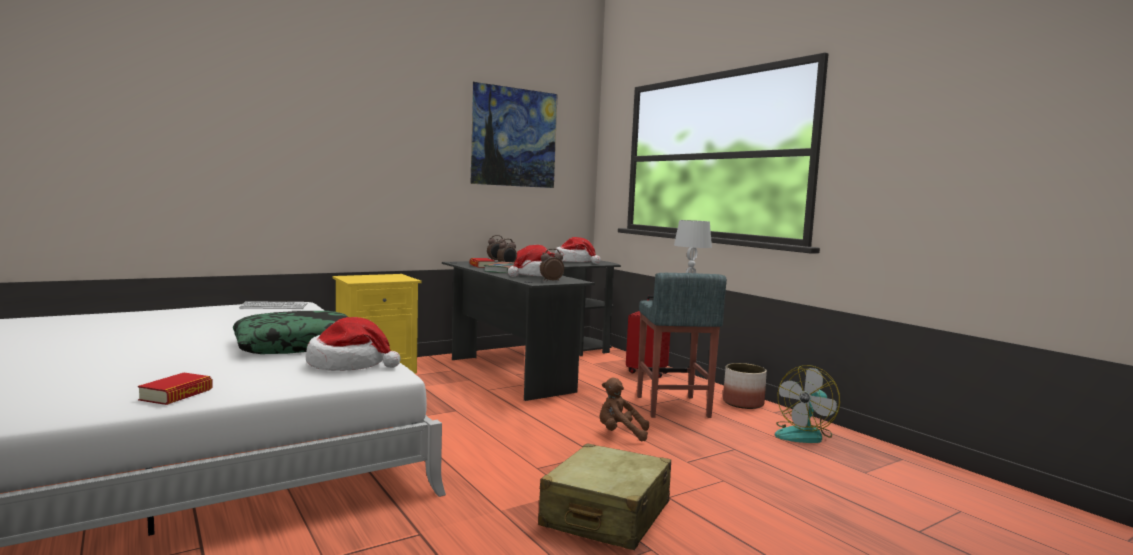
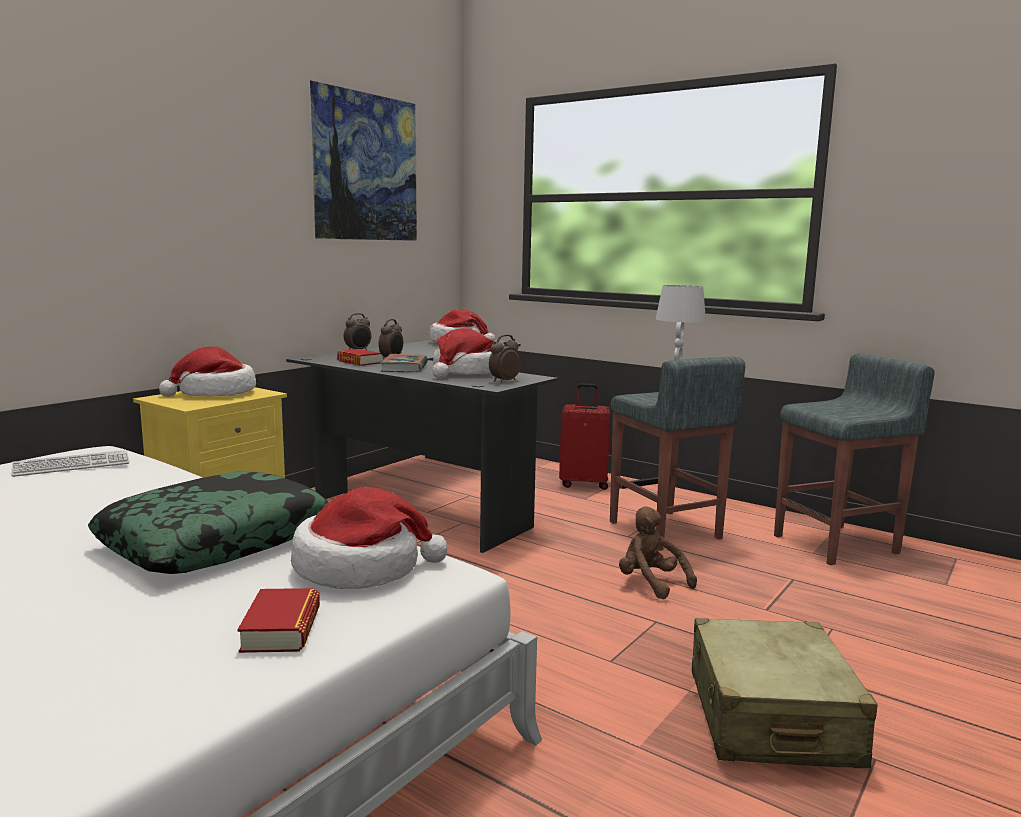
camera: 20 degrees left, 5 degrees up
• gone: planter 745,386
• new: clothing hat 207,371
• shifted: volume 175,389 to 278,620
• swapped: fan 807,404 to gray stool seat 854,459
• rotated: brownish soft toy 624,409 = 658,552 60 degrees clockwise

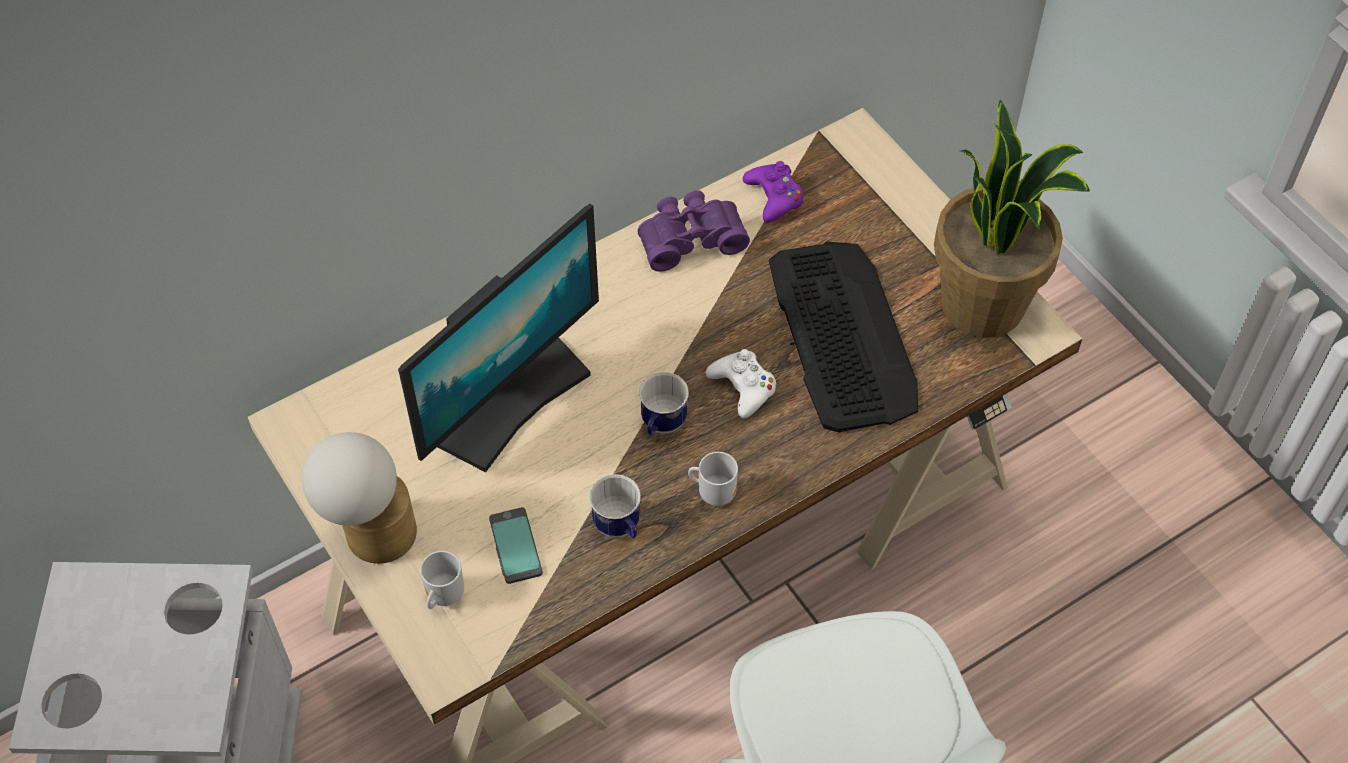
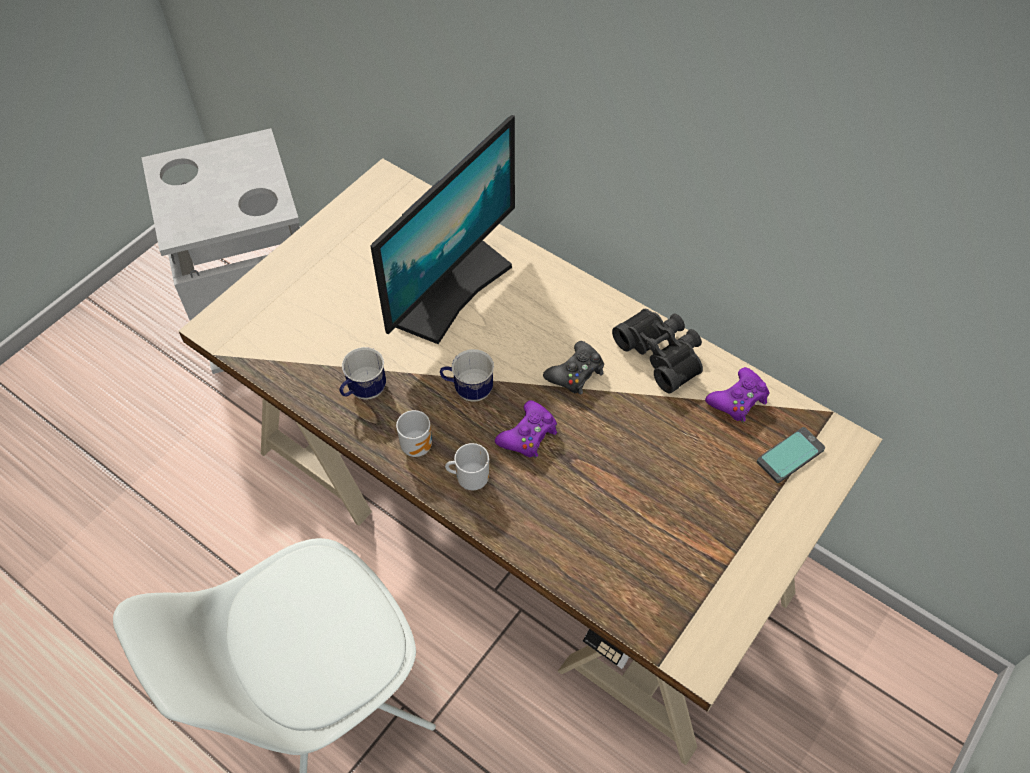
camera: 70 degrees right, 0 degrees up
• gone: tabletop lamp 359,498
• gone: PC keyboard 843,337
• gone: houseplant 1012,218
• new: blackish game controller 573,368
• shifted: coffee mug 442,580 to 467,466
• shifted: handset 516,545 to 791,455
• repainted: purplish pair of binoculars 693,231 to blackish pair of binoculars 657,351
• repainted: whitish game controller 741,383 to purplish game controller 526,429
• rotated: computer display 498,338 = 442,229 75 degrees counterclockwise

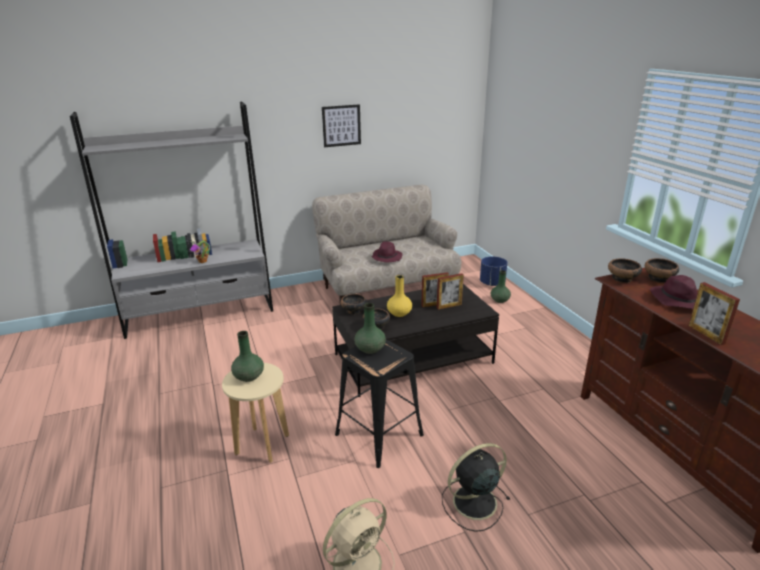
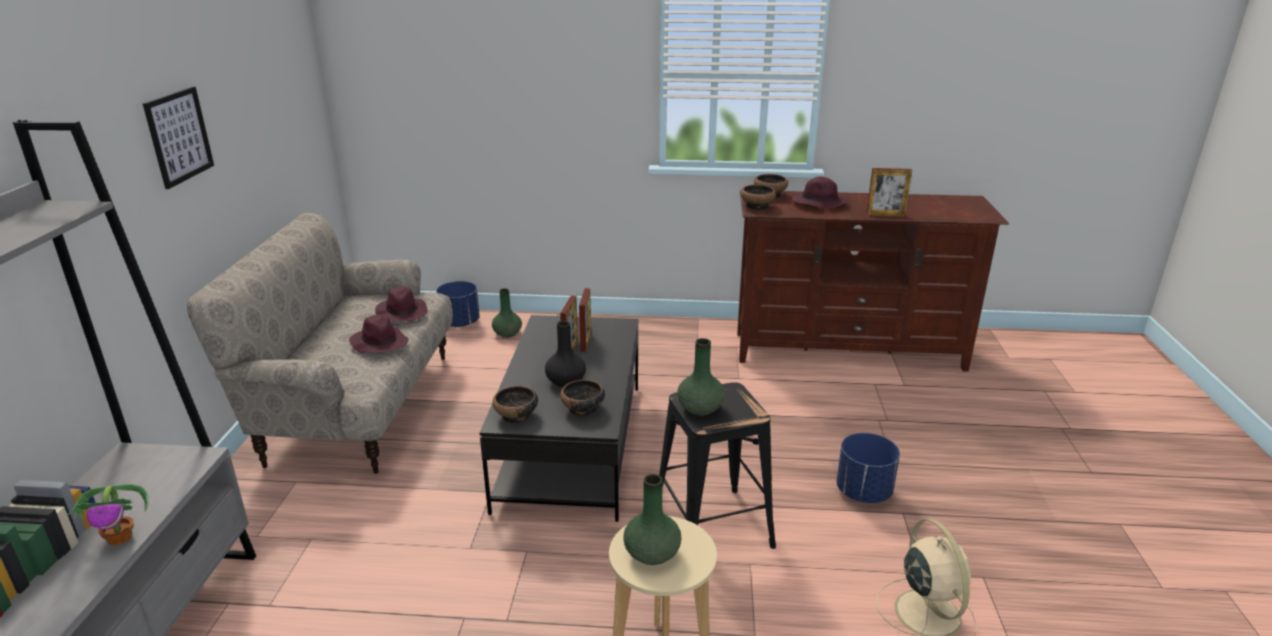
camera: 65 degrees left, 0 degrees up
• new: purplish clothing hat 401,304
• swapped: blackish fan 476,487 to blue planter 868,468
• repainted: yellowish flower vase 399,296 to blackish flower vase 565,354

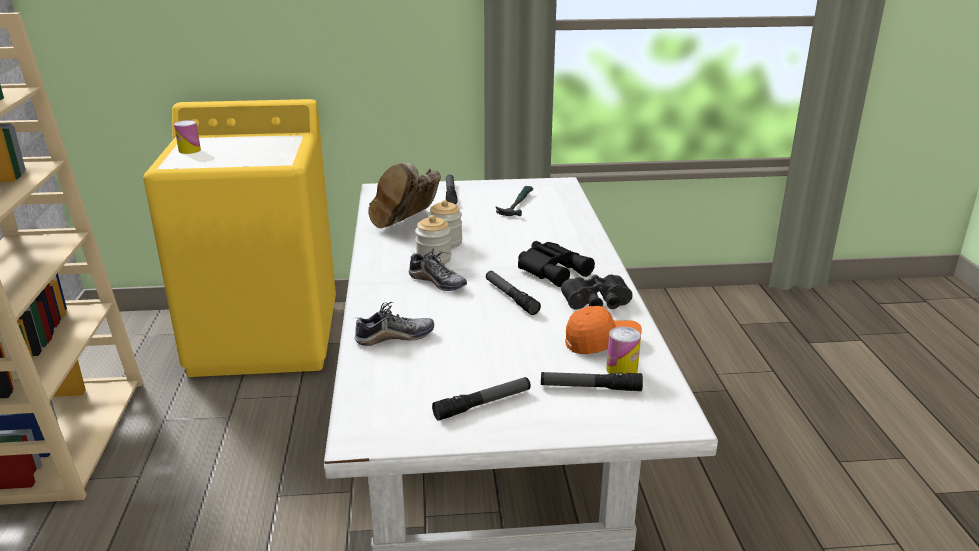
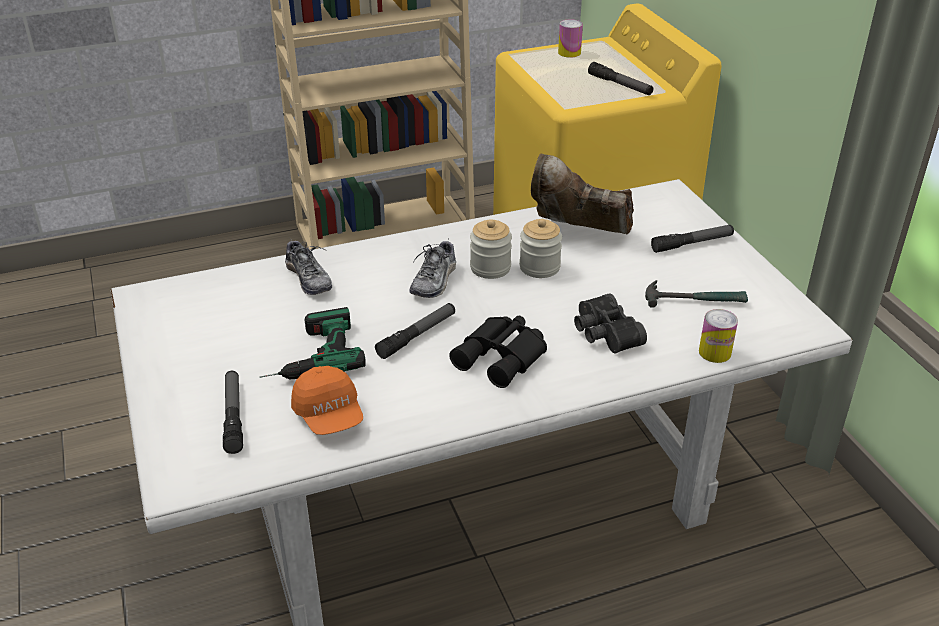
camera: 75 degrees right, 10 degrees up
• new: drill 313,343
• shifted: hand torch 481,399 to 620,78
• shifted: blackish pair of binoculars 597,292 to 610,323
• shifted: can 623,350 to 718,336

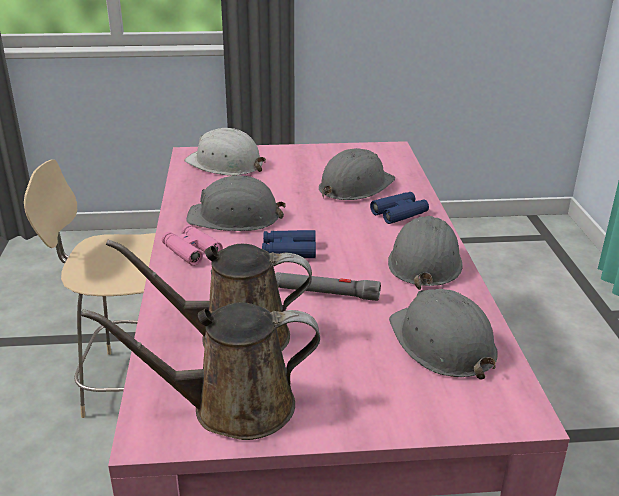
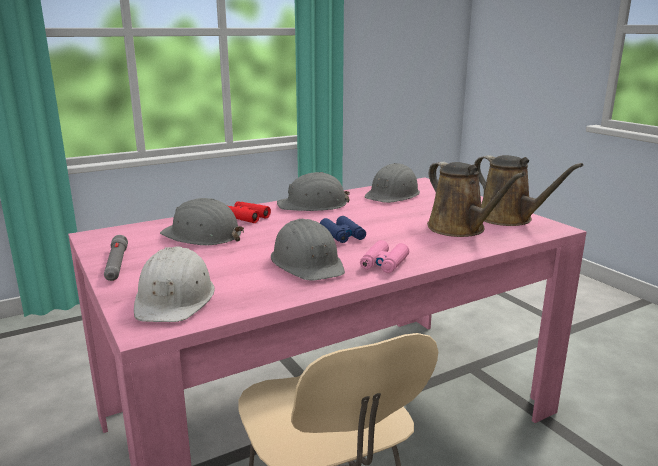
camera: 115 degrees left, 10 degrees down
• shifted: gray hand torch 328,286 to 116,258
• repainted: blue pair of binoculars 399,208 to red pair of binoculars 249,212

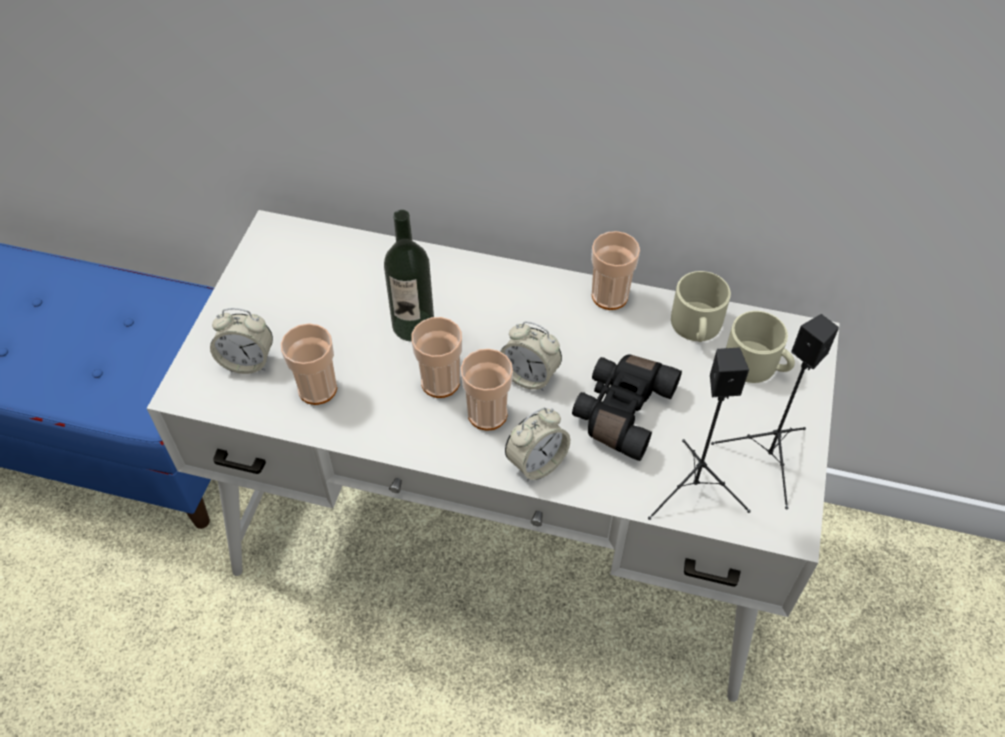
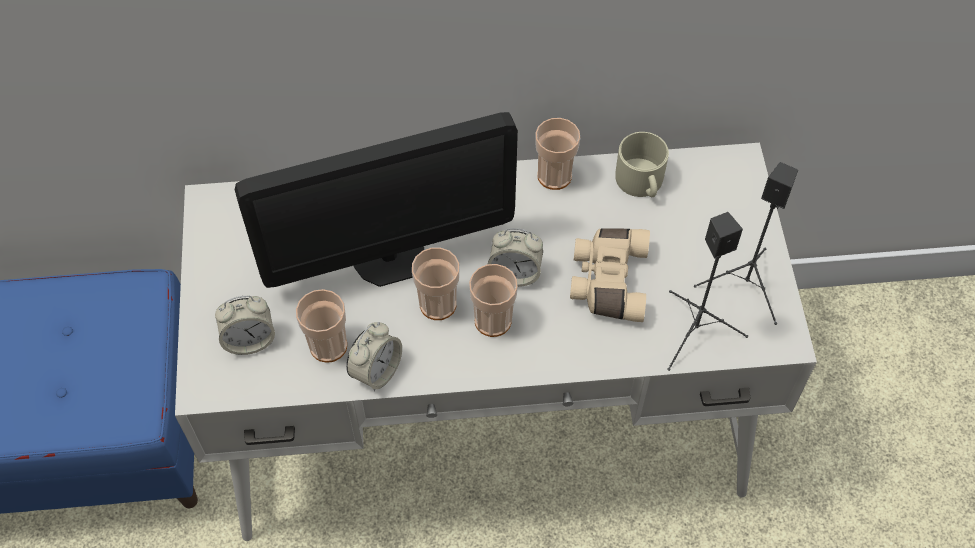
camera: 20 degrees left, 5 degrees up
• gone: beige coffee mug 760,347
• shifted: alarm clock 537,445 to 374,356
• swapped: bottle 409,275 to computer display 376,200
• repainted: blackish pair of binoculars 627,408 to beige pair of binoculars 610,275

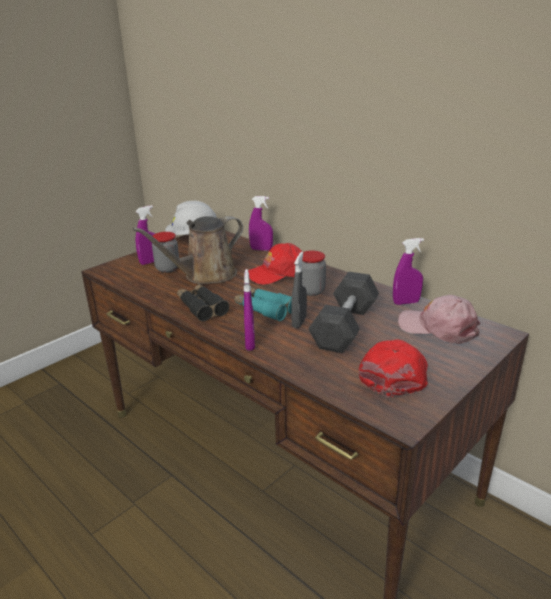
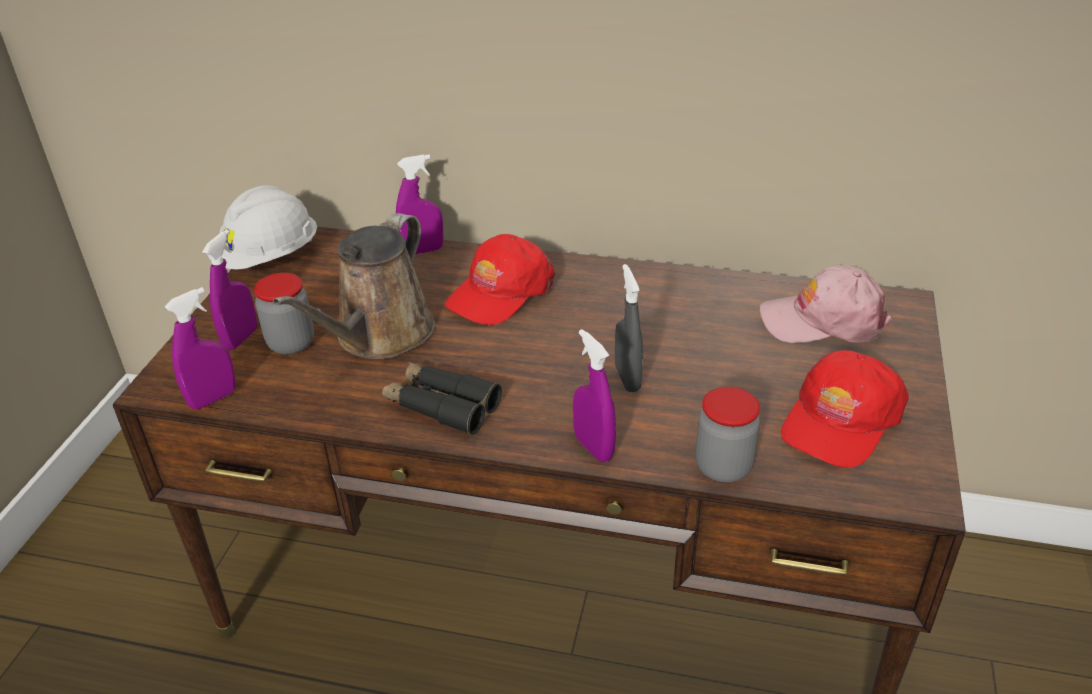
camera: 30 degrees left, 10 degrees up
• gone: blue-green pair of binoculars 263,304
• gone: gray hand weight 343,312
• shifted: storage jar 314,273 to 727,434
• shifted: purplish spray bottle 408,271 to 200,348
• rotated: red baseball cap 393,368 = 845,409 135 degrees counterclockwise

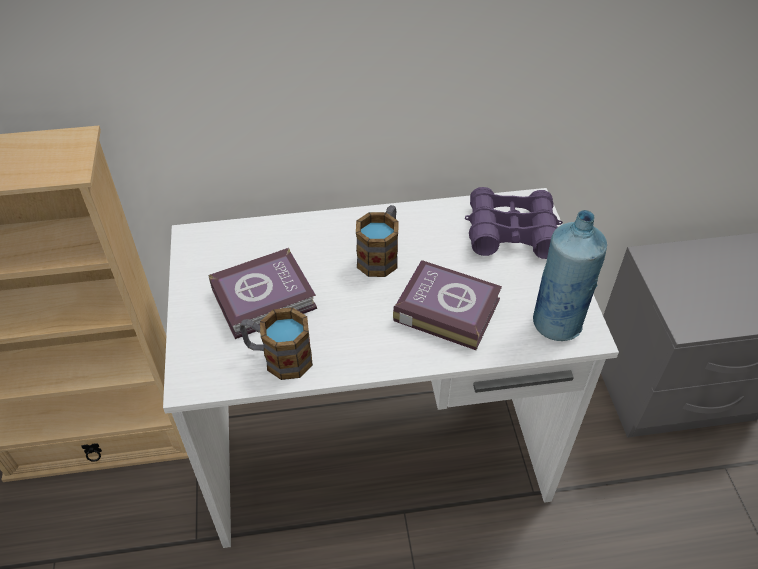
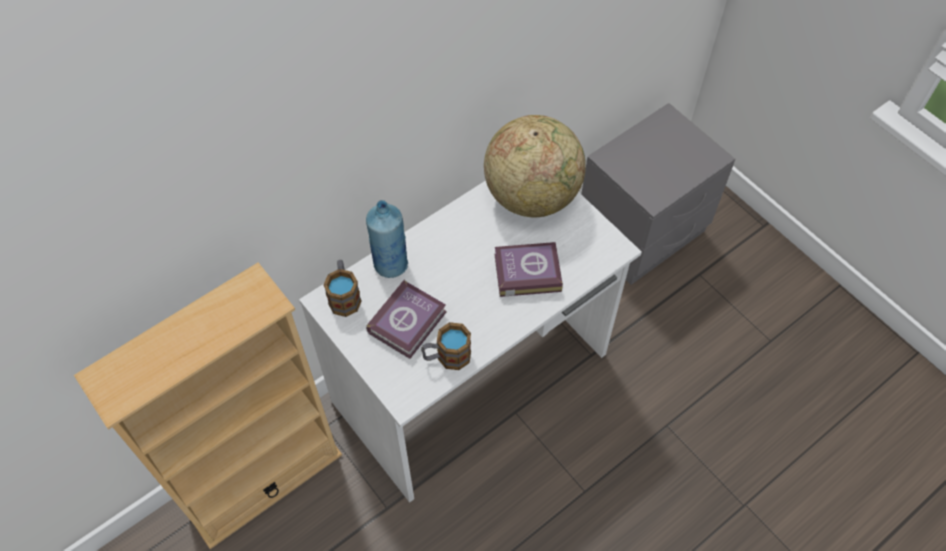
camera: 30 degrees left, 10 degrees up
• shifted: coffee mug 377,241 to 342,288
• shifted: blue bottle 570,275 to 387,239
• swapped: purplish pair of binoculars 514,223 to desk globe 535,166

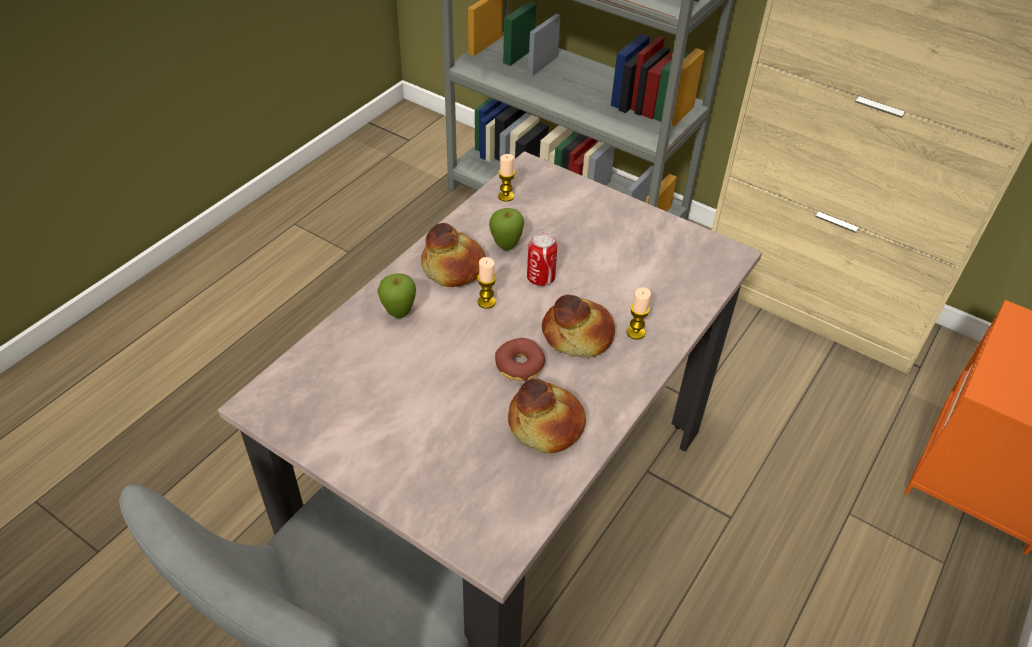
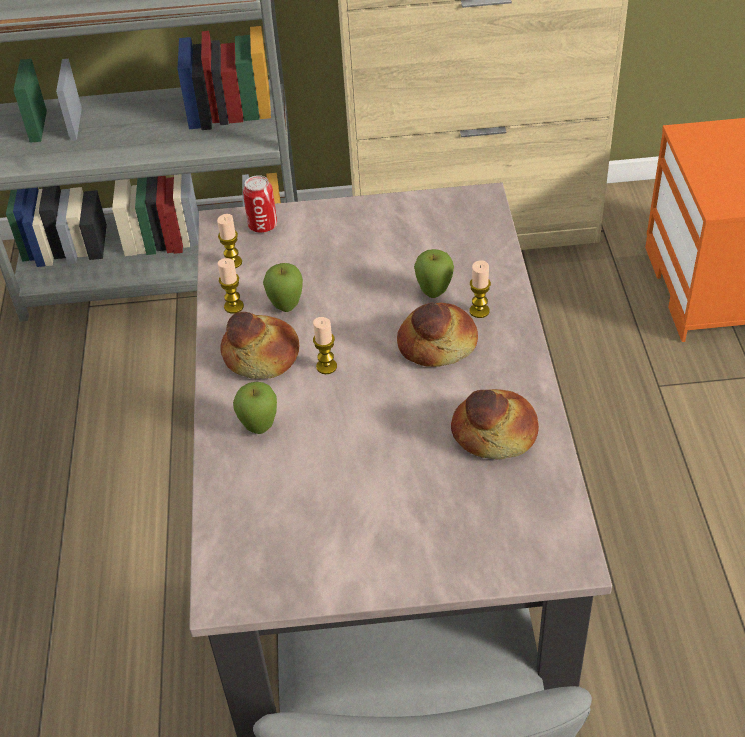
camera: 35 degrees left, 0 degrees up
• gone: donut 520,359
• new: wax candle 231,285
• new: apple fruit 434,273
• shifted: can 542,259 to 260,204

